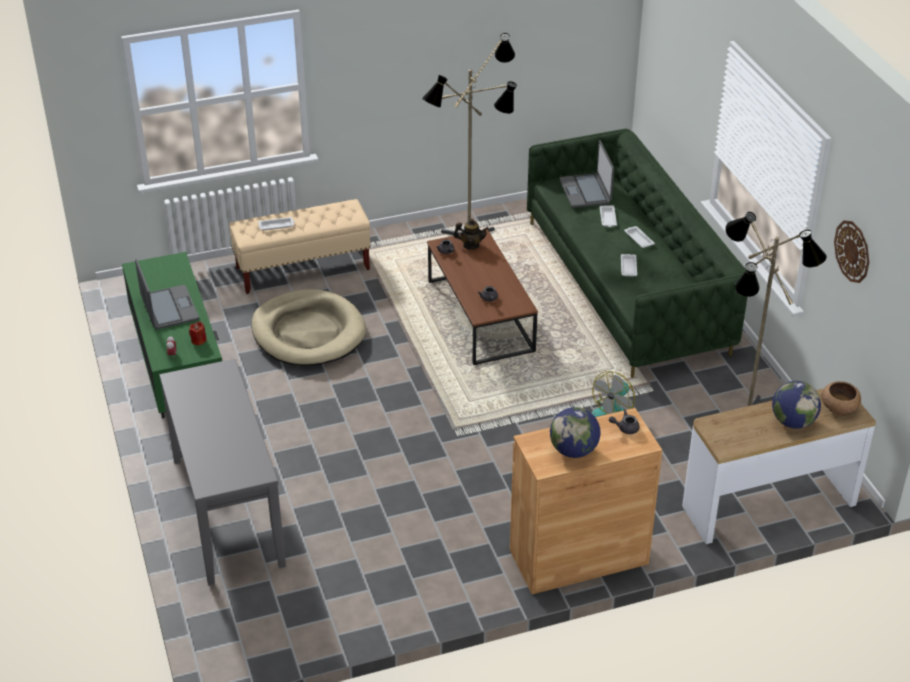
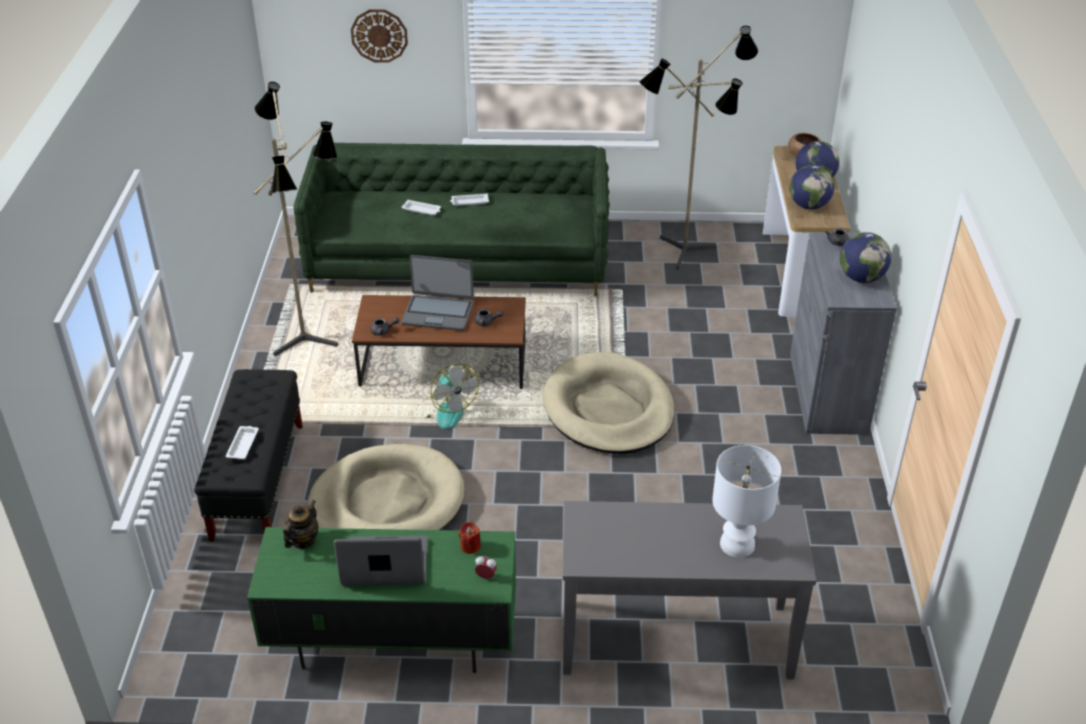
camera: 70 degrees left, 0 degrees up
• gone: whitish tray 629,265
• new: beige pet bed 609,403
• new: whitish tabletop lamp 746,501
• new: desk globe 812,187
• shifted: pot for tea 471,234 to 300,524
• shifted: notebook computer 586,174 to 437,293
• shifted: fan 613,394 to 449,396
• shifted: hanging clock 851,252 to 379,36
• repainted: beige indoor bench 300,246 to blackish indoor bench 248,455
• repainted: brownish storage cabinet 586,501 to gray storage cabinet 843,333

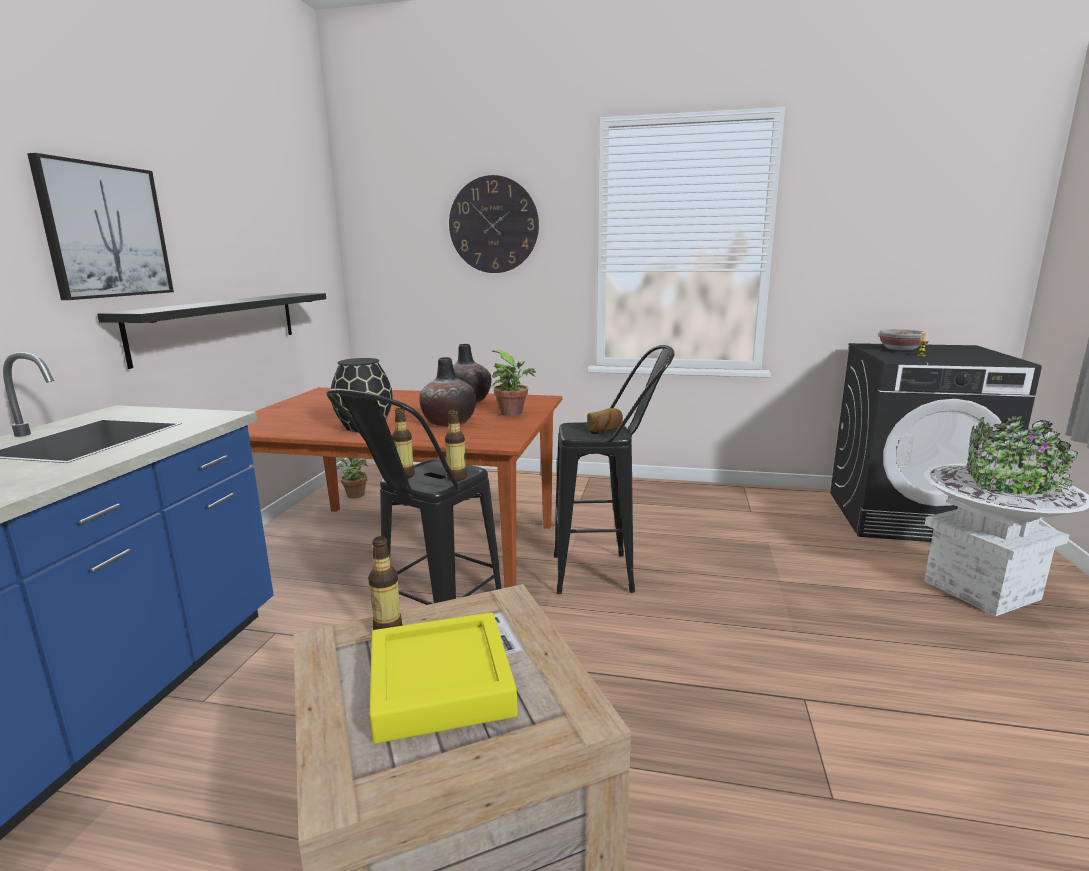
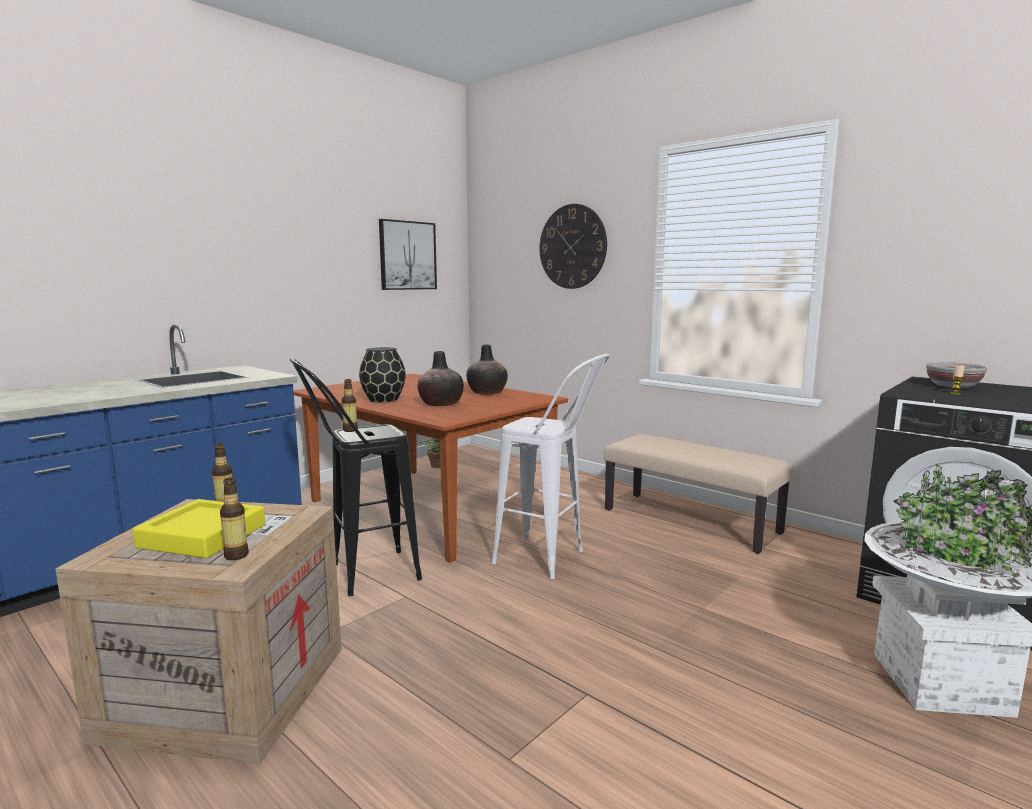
camera: 30 degrees right, 5 degrees down
• gone: blackish bracket shelf 211,331
• gone: houseplant 513,383
• gone: baked bread 605,420
• new: beige indoor bench 698,494
• shifted: wall picture 100,226 to 408,254
• shifted: bottle 456,445 to 234,519
• repainted: blackish stool seat 614,469 to whitish stool seat 550,466

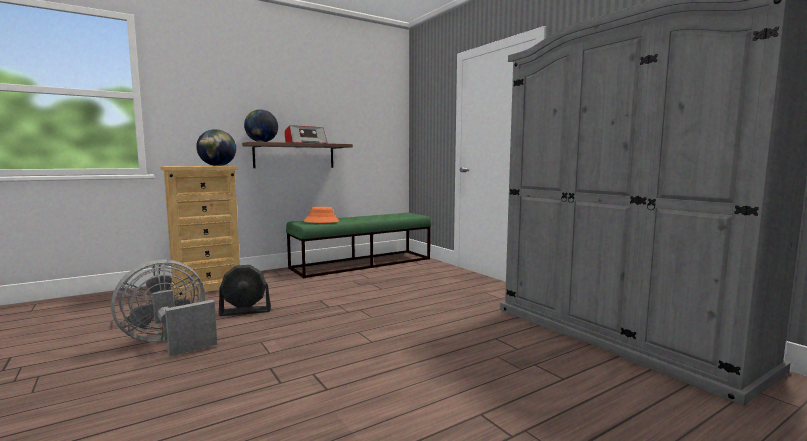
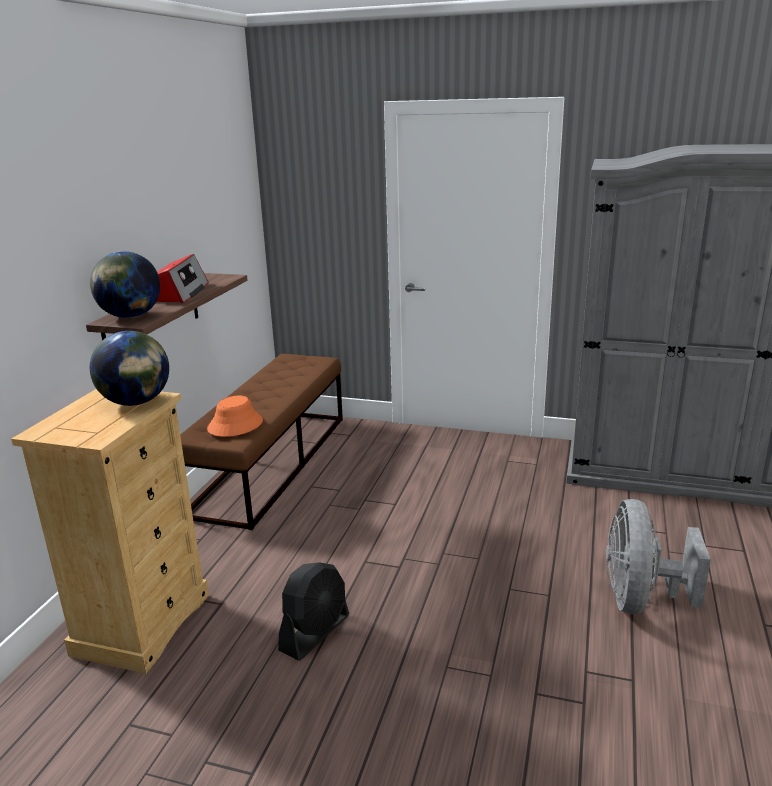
camera: 40 degrees left, 15 degrees up
• shifted: gray fan 164,308 to 658,556
• repainted: green indoor bench 358,245 to brownish indoor bench 261,442

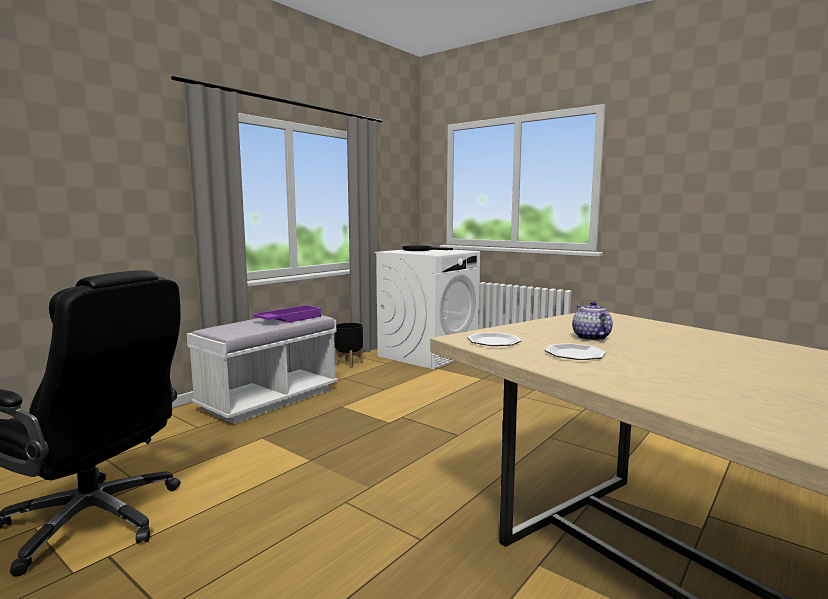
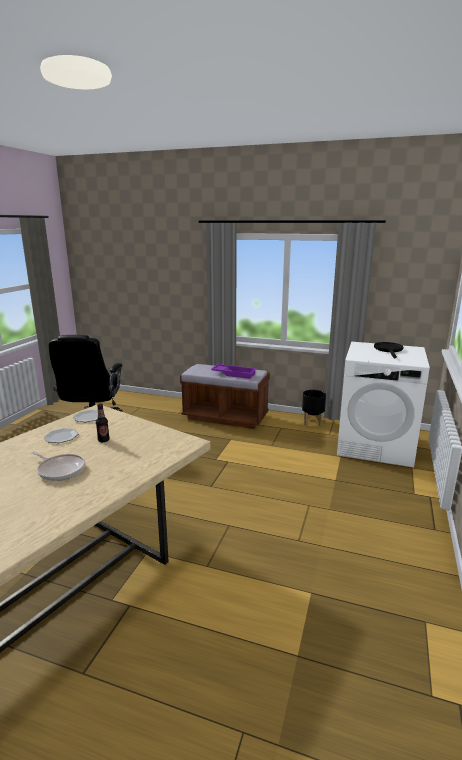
camera: 70 degrees right, 10 degrees up
• new: pan 58,466
• swapped: pot for tea 592,321 to bottle 103,422
• repainted: whitish indoor bench 262,369 to brownish indoor bench 225,396

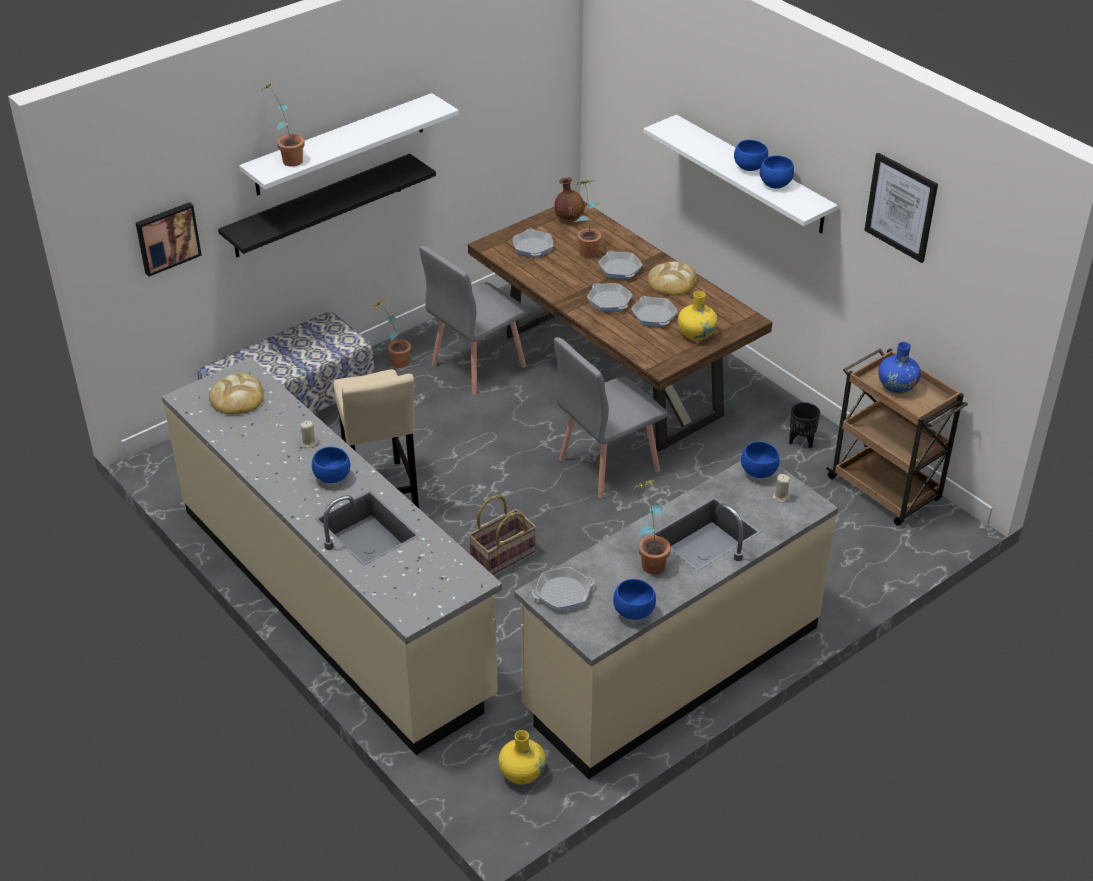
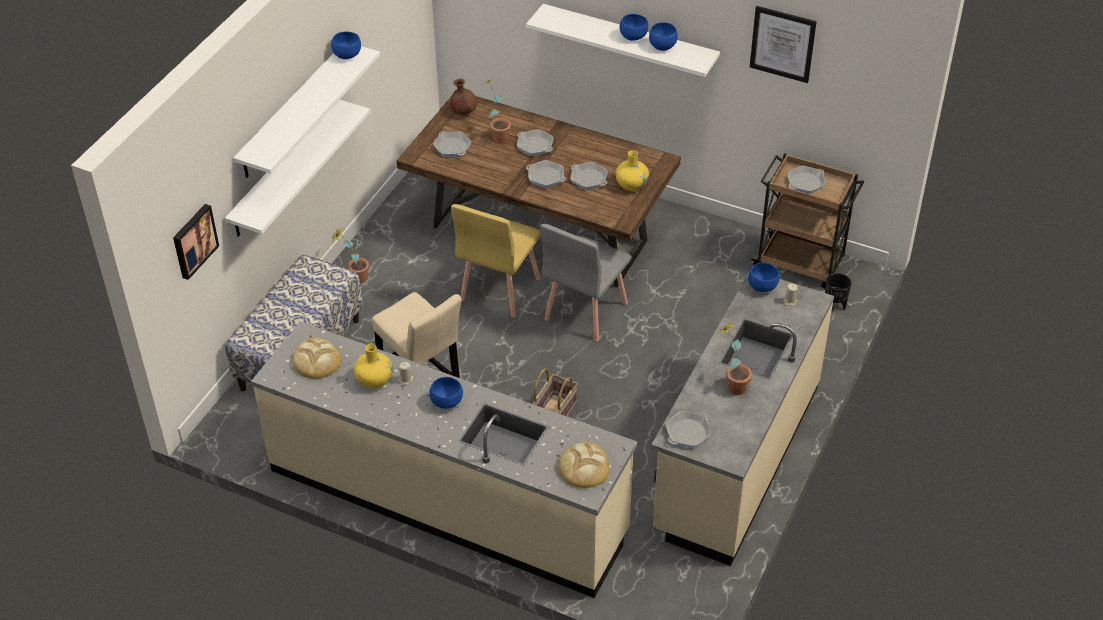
camera: 25 degrees left, 5 degrees up
• gone: houseplant 283,124
• gone: gray chair 474,320
• new: yellowish chair 496,261
• shifted: yellowish flower vase 522,757 to 373,366
• shifted: blue deep dish 634,599 to 346,45
• shifted: baked bread 672,278 to 583,465
• shifted: blackish planter 804,425 to 838,291
• swapped: blue flower vase 899,368 to pan 806,179
• repainted: blackish bracket shelf 327,205 to whitish bracket shelf 298,168

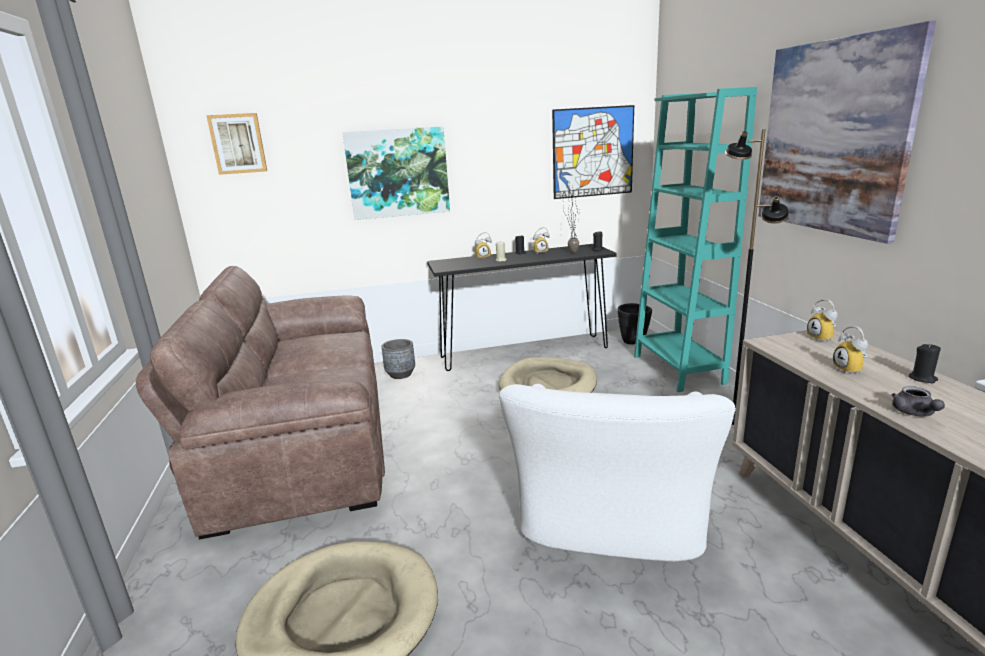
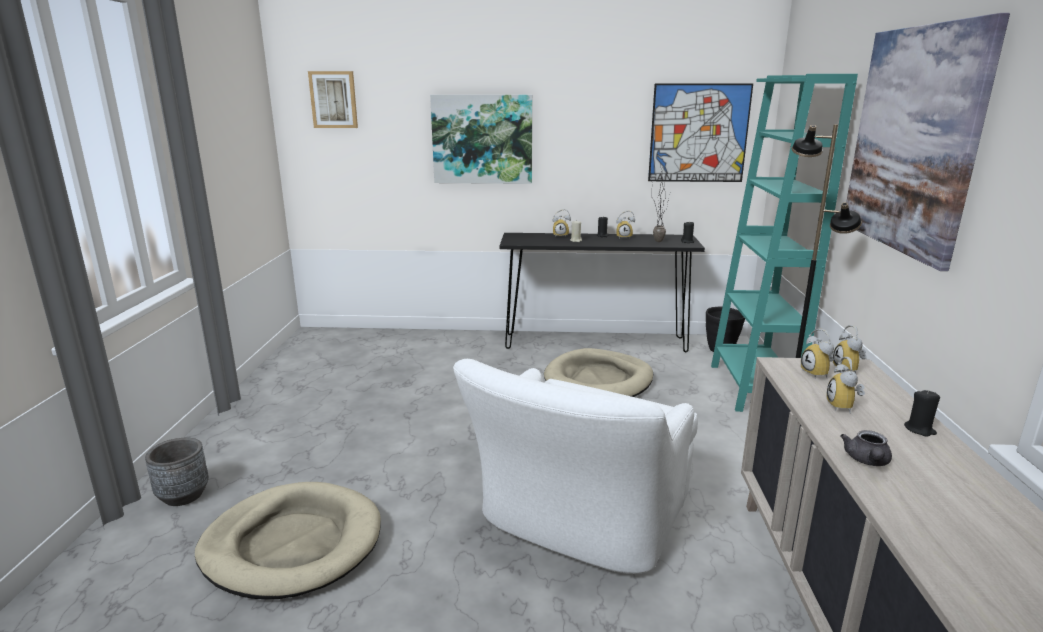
camera: 15 degrees right, 0 degrees up
• gone: brownish couch 260,402
• new: alarm clock 817,353
• shifted: gray planter 398,359 to 177,472

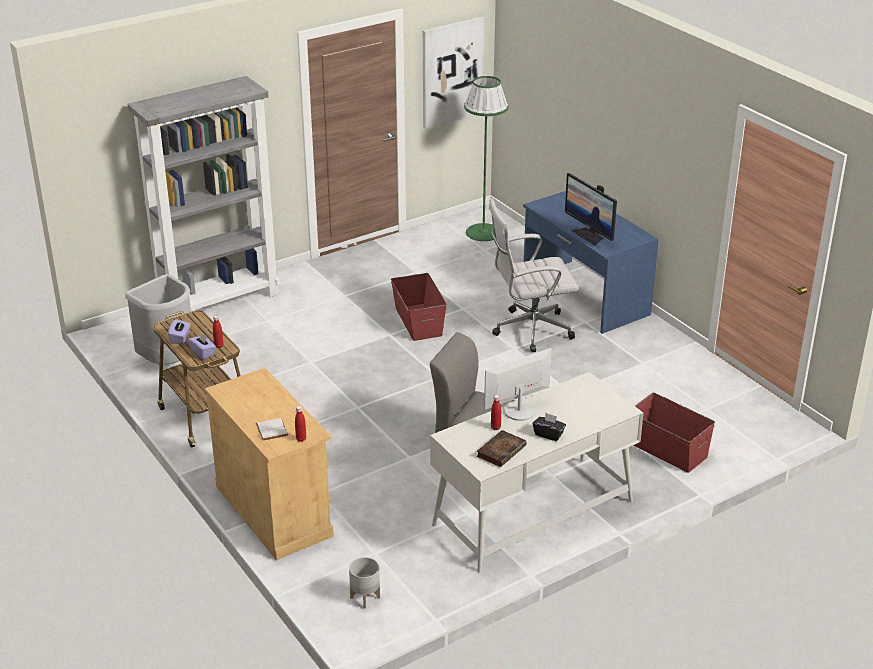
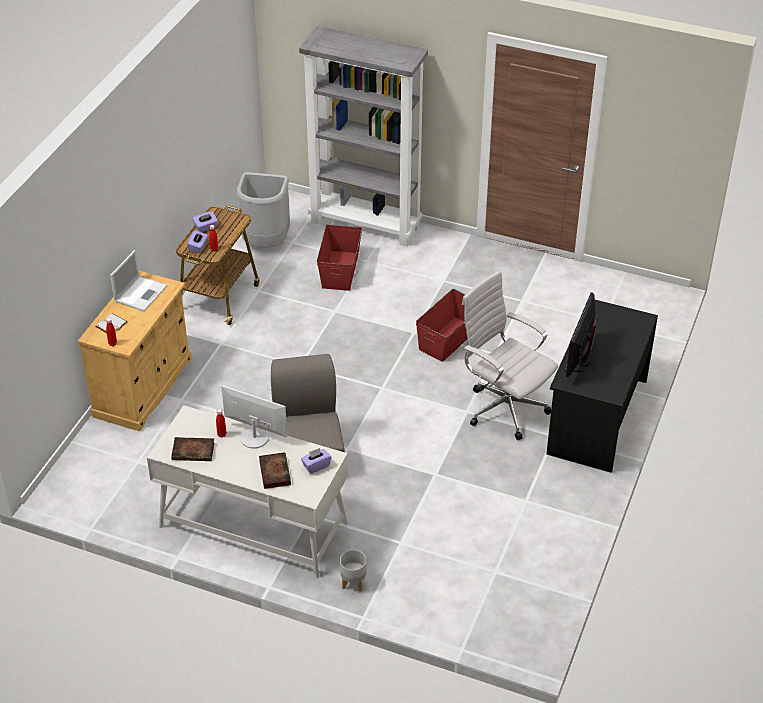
camera: 55 degrees right, 10 degrees up
• gone: wall picture 453,73
• gone: green floor lamp 486,158
• gone: blackish box of tissues 549,427
• new: notebook computer 138,281
• new: volume 275,470
• new: purplish box of tissues 316,461
• shifted: gray planter 364,582 to 353,571
• shifted: red storage bin 674,433 to 340,257
• repainted: blue desk 591,262 to blackish desk 602,386

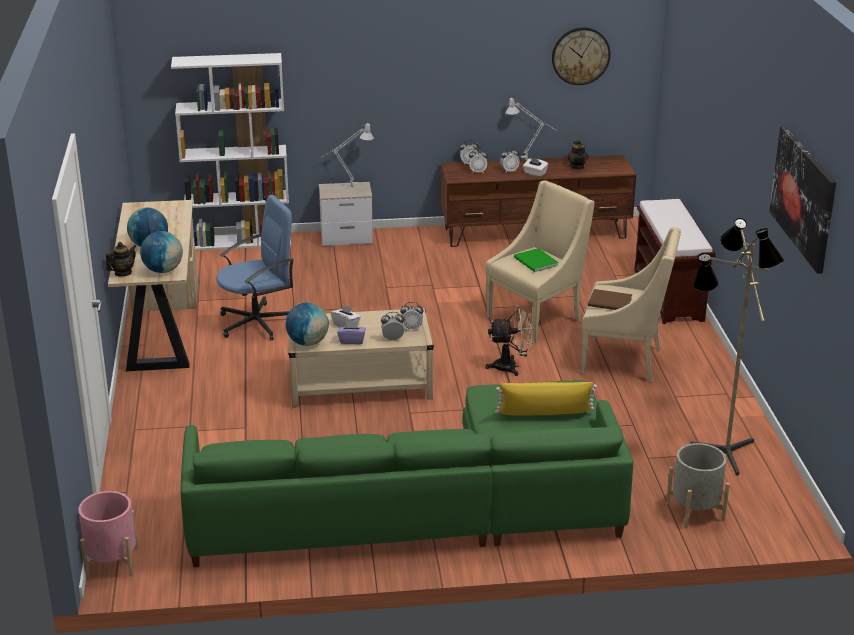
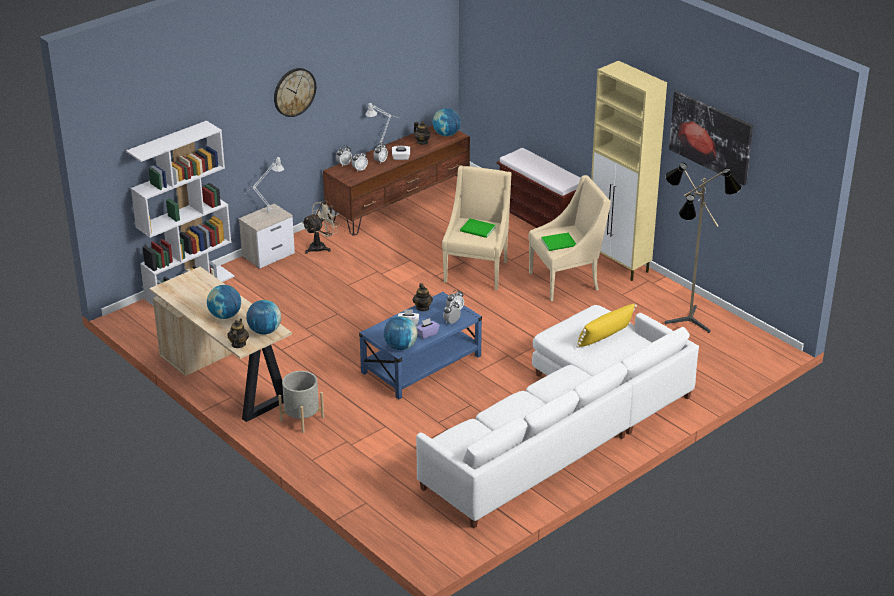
camera: 35 degrees left, 5 degrees up
• gone: pink planter 108,535
• gone: blue desk chair 255,268
• new: pot for tea 423,297
• new: desk globe 447,122
• new: beige storage cabinet 629,171
• shifted: beige fan 509,340 to 320,227
• shifted: hanging clock 581,56 to 295,92
• shifted: gray planter 698,486 to 301,402
• repainted: green couch 406,473 to whitish couch 557,416
• repainted: beige lounge table 361,358 to blue lounge table 420,345
• repainted: brownish volume 610,299 to green volume 558,242

